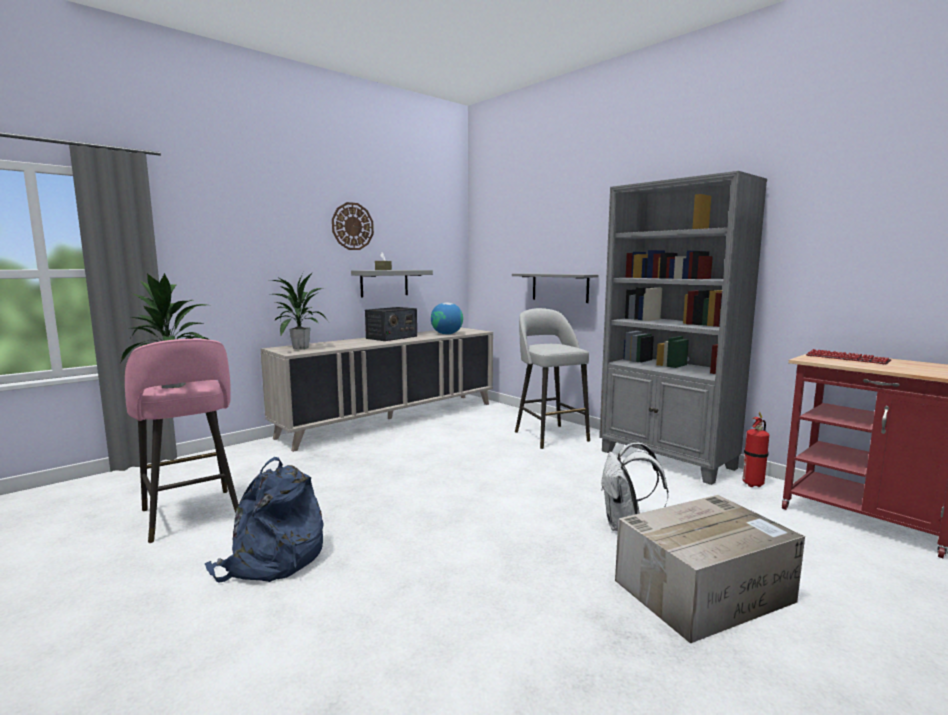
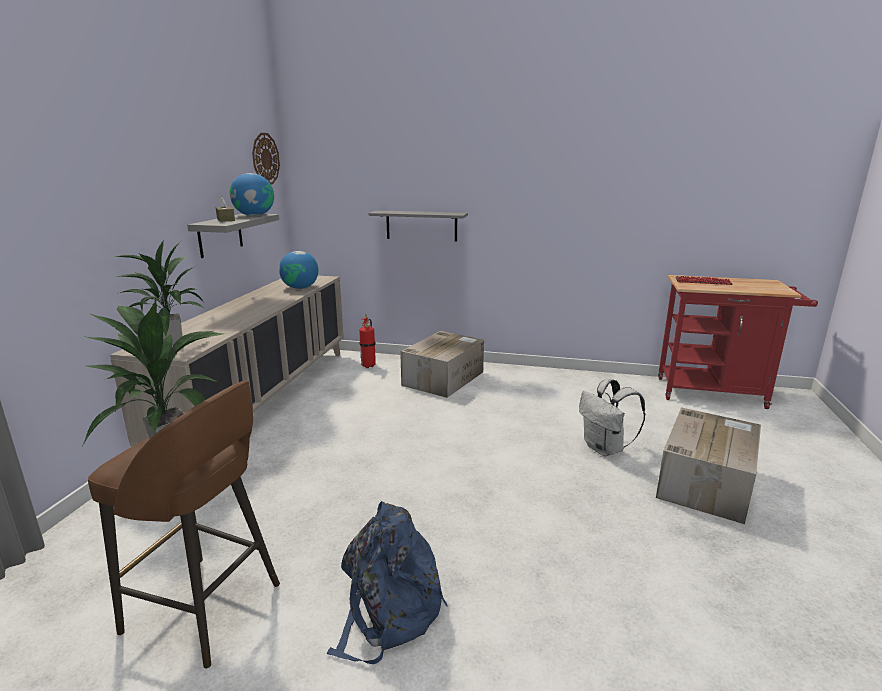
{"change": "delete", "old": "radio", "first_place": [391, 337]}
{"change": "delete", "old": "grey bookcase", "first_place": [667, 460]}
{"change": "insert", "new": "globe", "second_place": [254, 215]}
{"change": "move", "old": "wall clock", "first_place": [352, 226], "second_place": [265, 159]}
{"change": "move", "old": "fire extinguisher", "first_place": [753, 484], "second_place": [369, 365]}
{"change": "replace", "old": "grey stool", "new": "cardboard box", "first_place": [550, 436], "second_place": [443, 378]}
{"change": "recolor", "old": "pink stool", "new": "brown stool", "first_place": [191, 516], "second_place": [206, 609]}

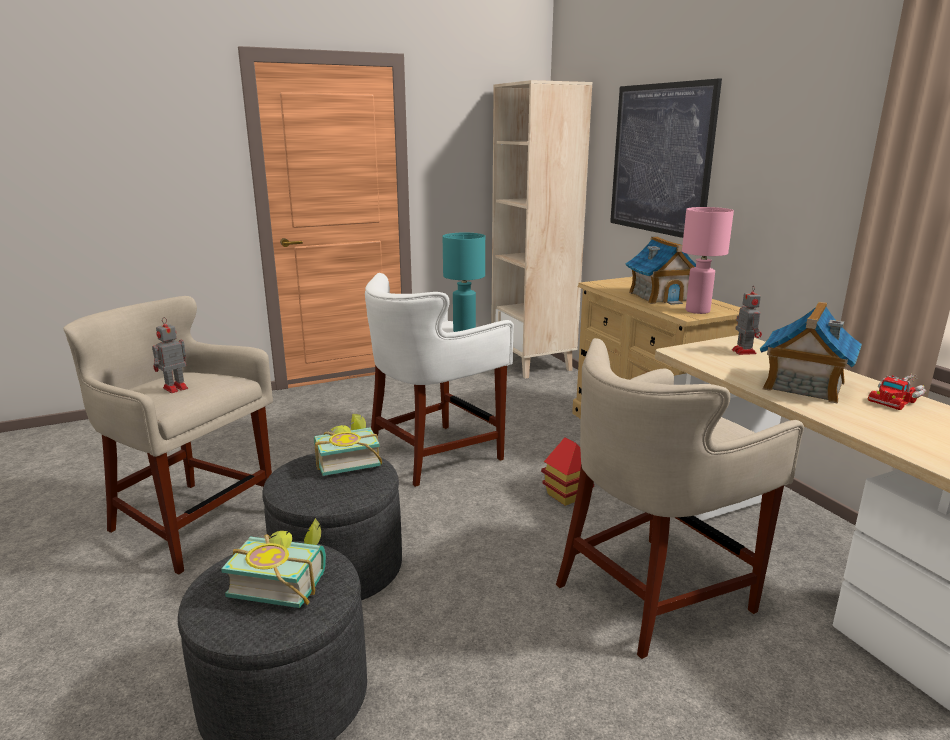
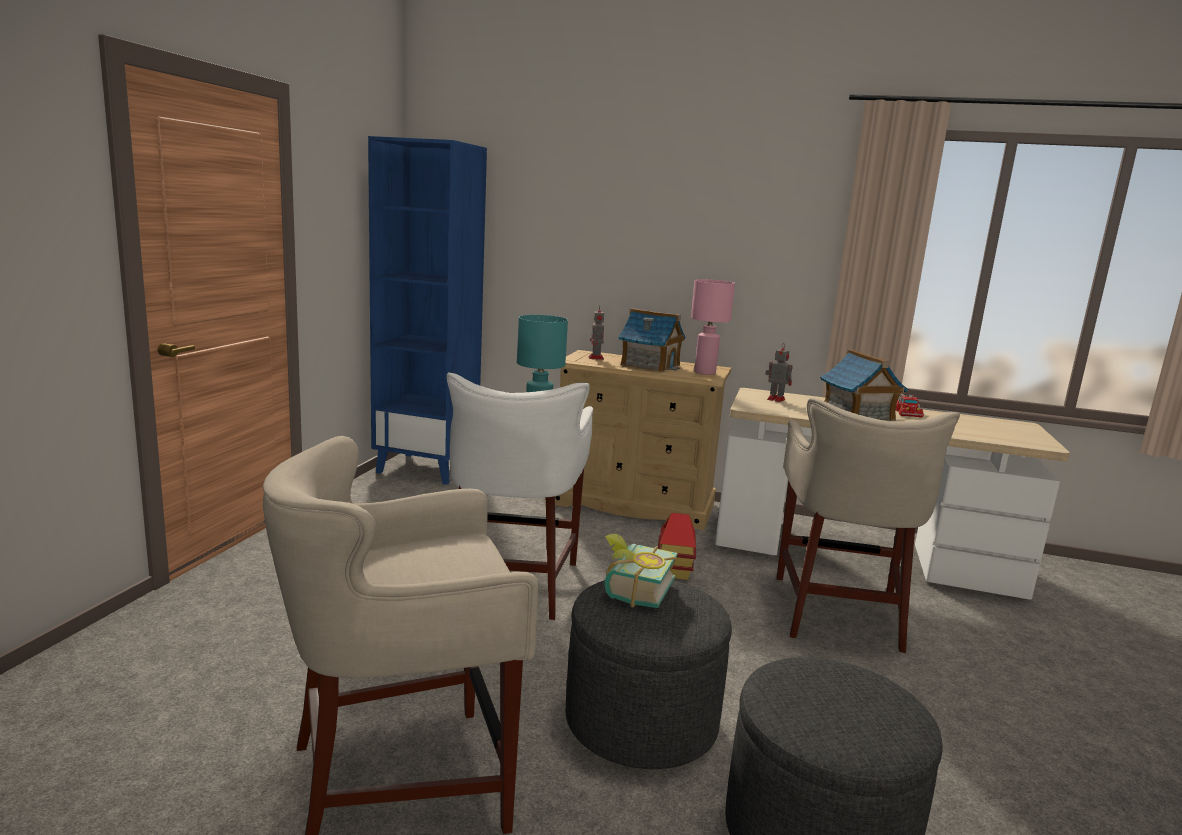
{"change": "delete", "old": "book", "first_place": [283, 581]}
{"change": "delete", "old": "picture", "first_place": [660, 159]}
{"change": "move", "old": "toy robot", "first_place": [174, 388], "second_place": [596, 358]}
{"change": "recolor", "old": "beige bookcase", "new": "blue bookcase", "first_place": [533, 364], "second_place": [427, 468]}

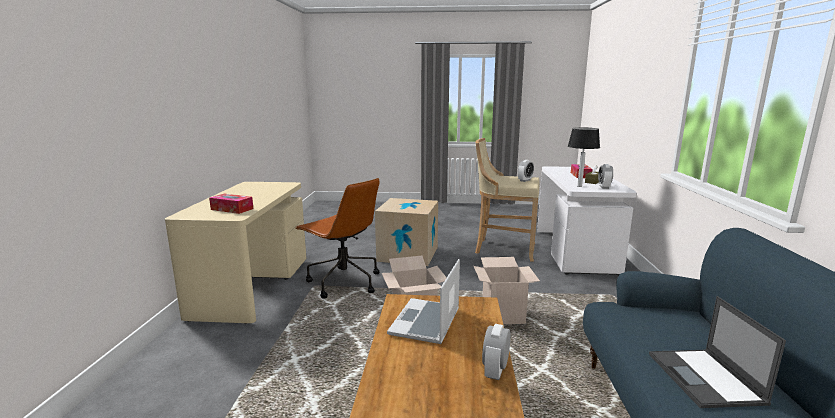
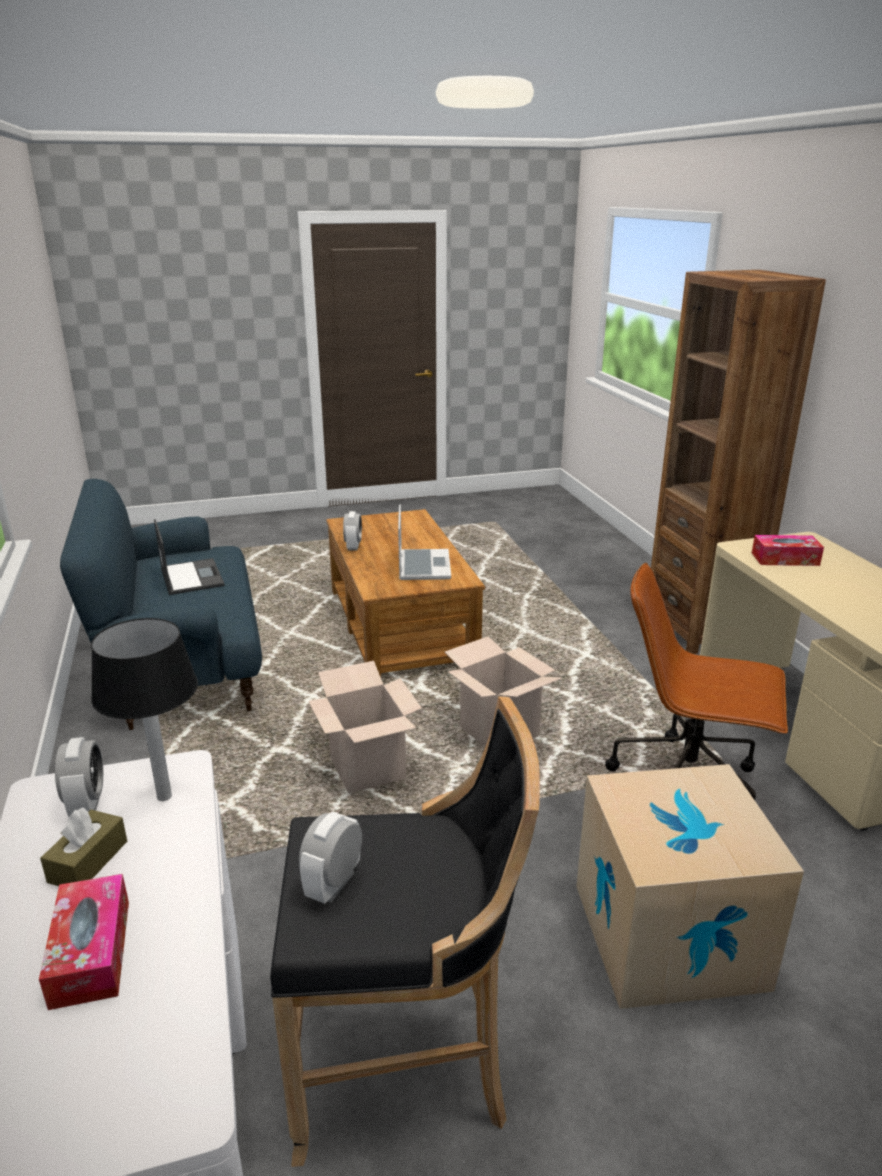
{"change": "insert", "new": "brown bookcase", "second_place": [700, 628]}
{"change": "recolor", "old": "beige stool", "new": "black stool", "first_place": [503, 249], "second_place": [406, 1064]}

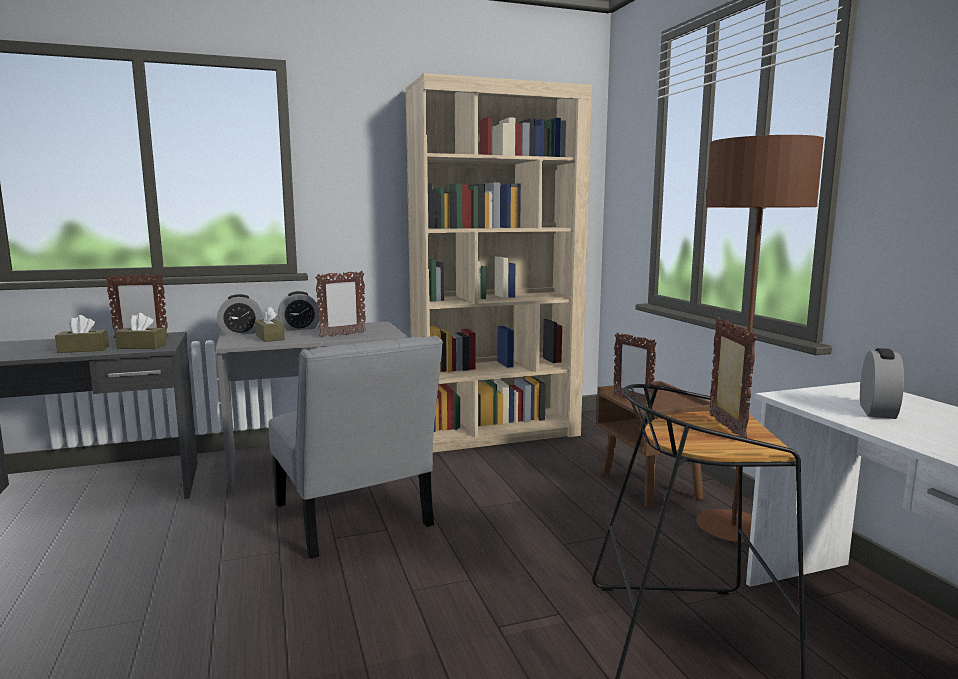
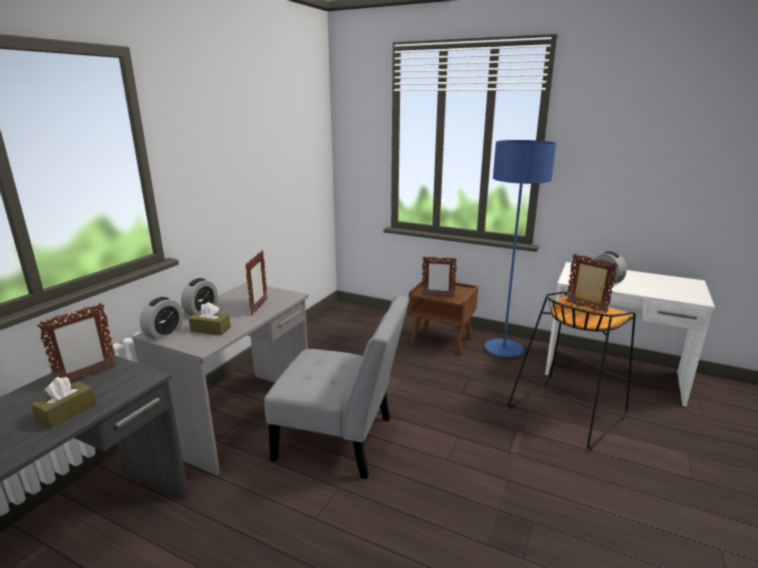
{"change": "delete", "old": "brown tissue box", "first_place": [142, 346]}
{"change": "delete", "old": "beige bookcase", "first_place": [496, 433]}
{"change": "recolor", "old": "brown floor lamp", "new": "blue floor lamp", "first_place": [733, 529], "second_place": [503, 349]}

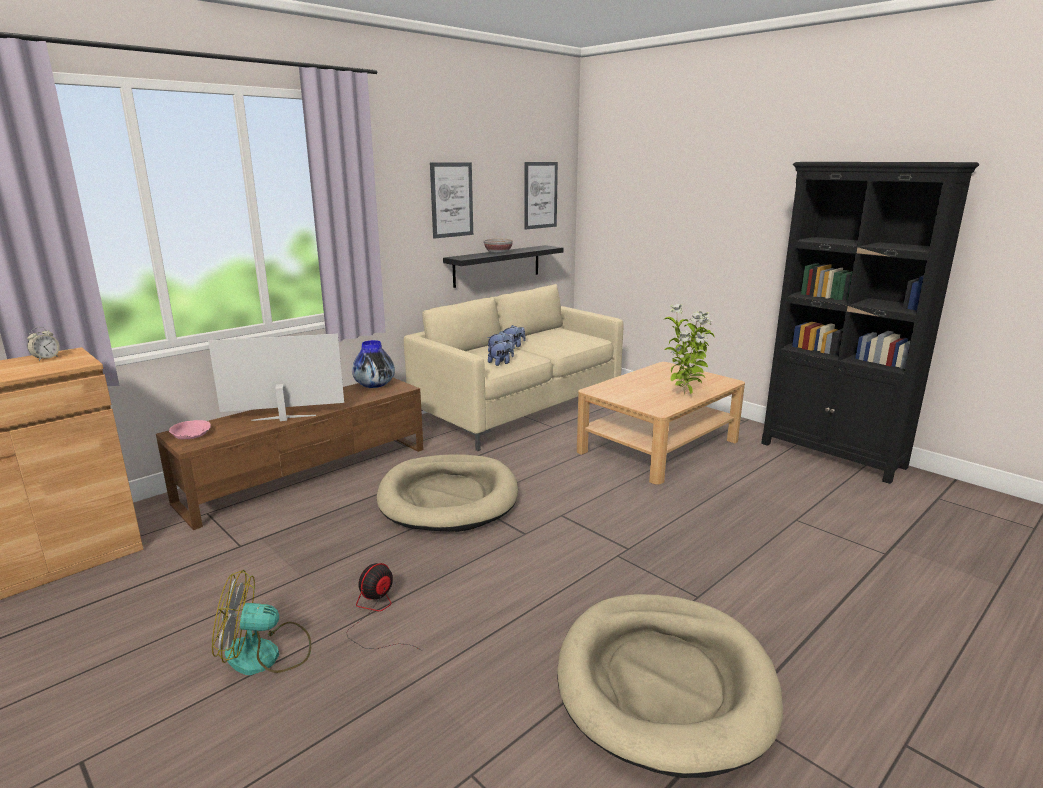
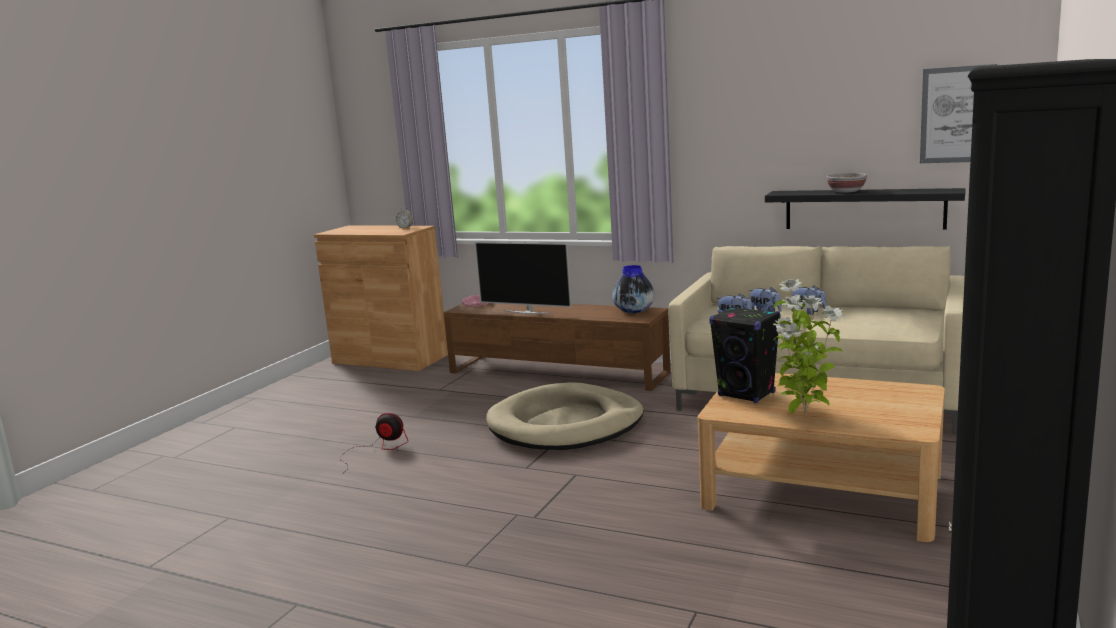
{"change": "delete", "old": "fan", "first_place": [266, 655]}
{"change": "delete", "old": "picture", "first_place": [451, 200]}
{"change": "delete", "old": "beige dog bed", "first_place": [664, 683]}
{"change": "insert", "new": "black speaker", "second_place": [747, 394]}
{"change": "rotate", "old": "television", "first_place": [283, 418], "second_place": [527, 312], "degrees": 150}

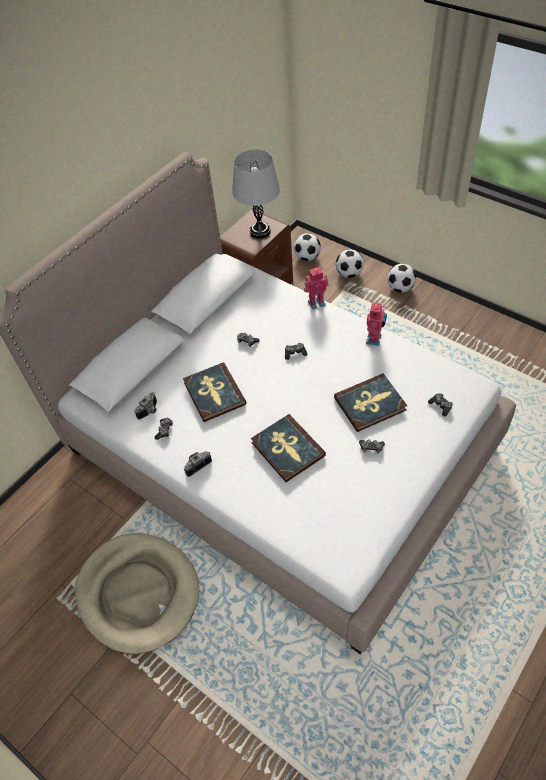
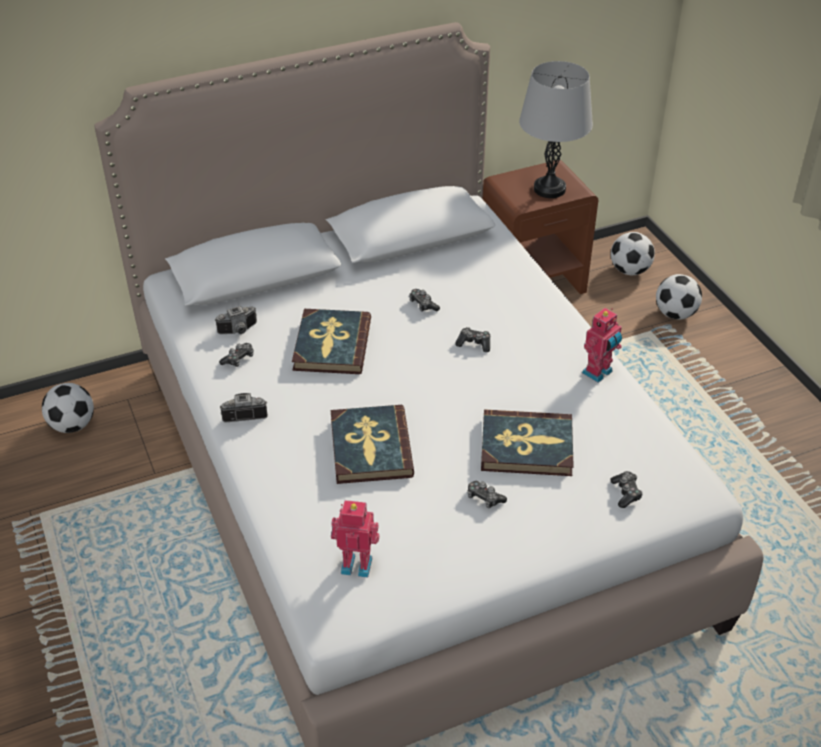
{"change": "delete", "old": "beige dog bed", "first_place": [138, 593]}
{"change": "move", "old": "toy robot", "first_place": [316, 302], "second_place": [357, 563]}
{"change": "move", "old": "football", "first_place": [400, 288], "second_place": [72, 425]}

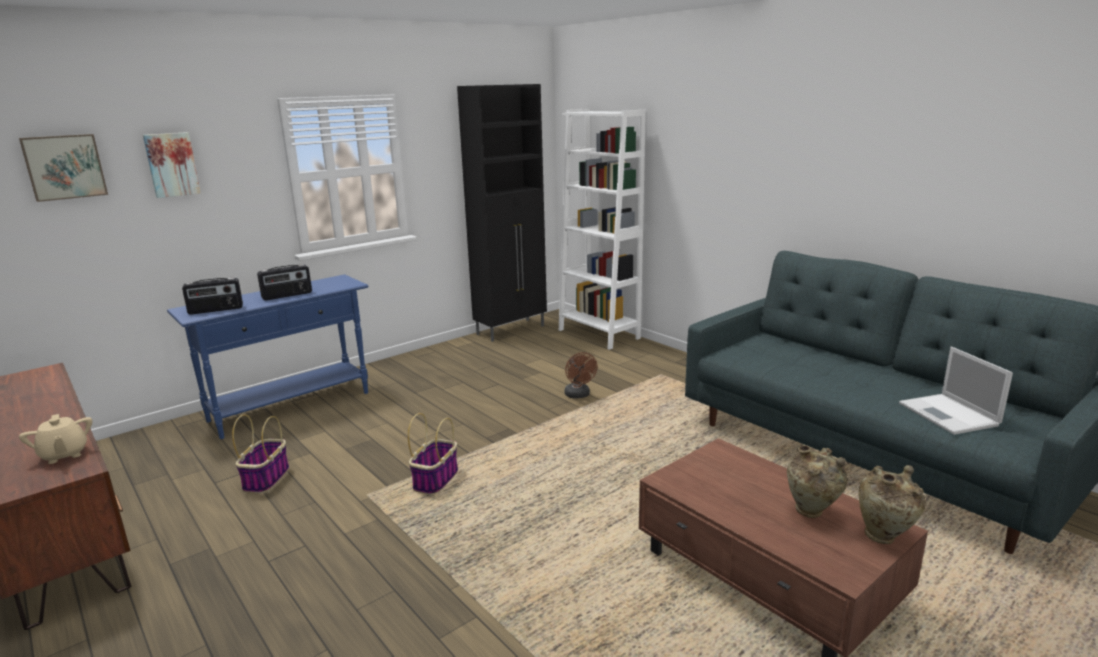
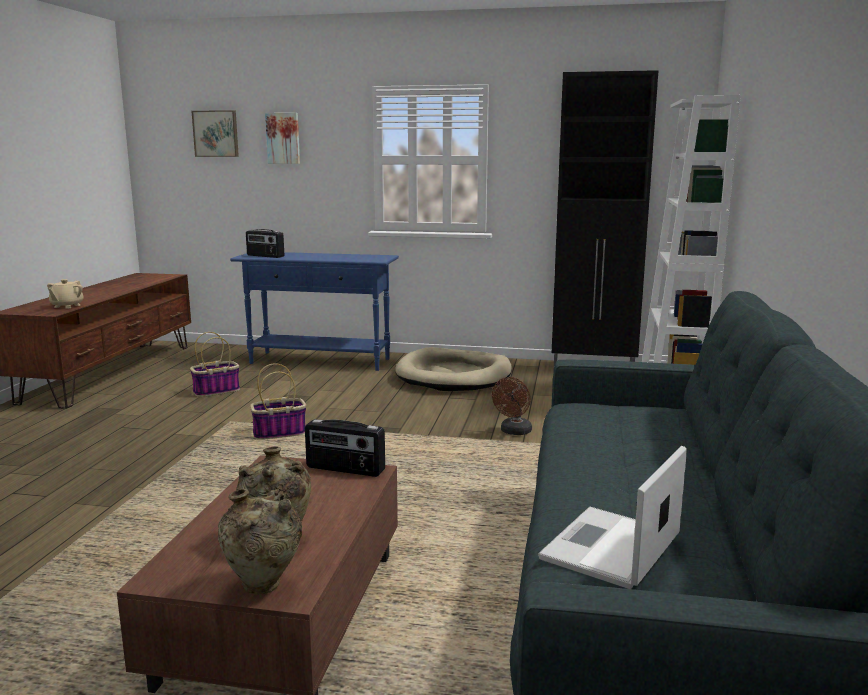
{"change": "insert", "new": "beige dog bed", "second_place": [454, 375]}
{"change": "move", "old": "radio", "first_place": [287, 295], "second_place": [345, 469]}

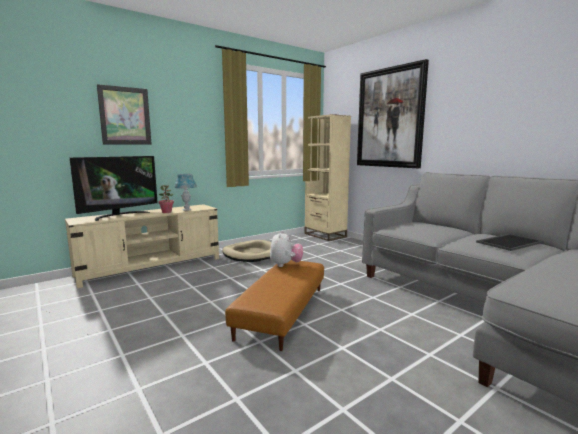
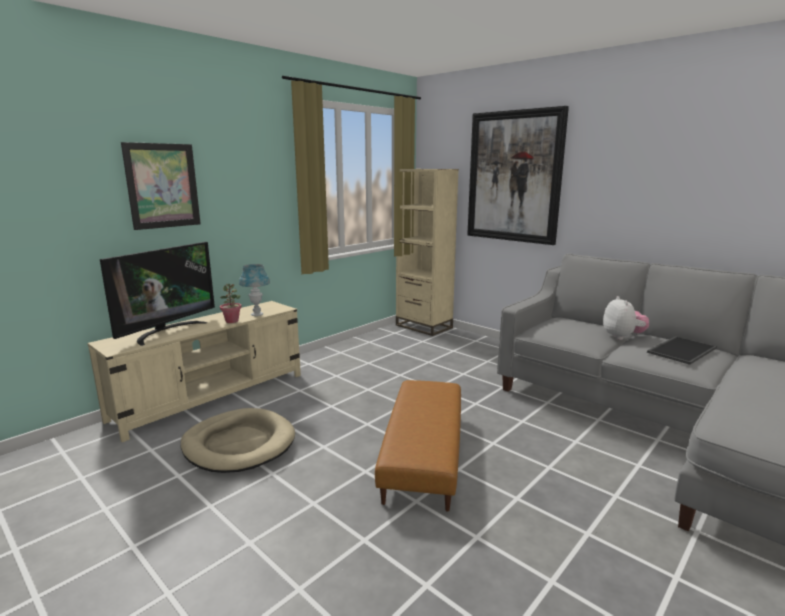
{"change": "move", "old": "beige dog bed", "first_place": [251, 254], "second_place": [239, 444]}
{"change": "move", "old": "plush toy", "first_place": [285, 265], "second_place": [622, 337]}

